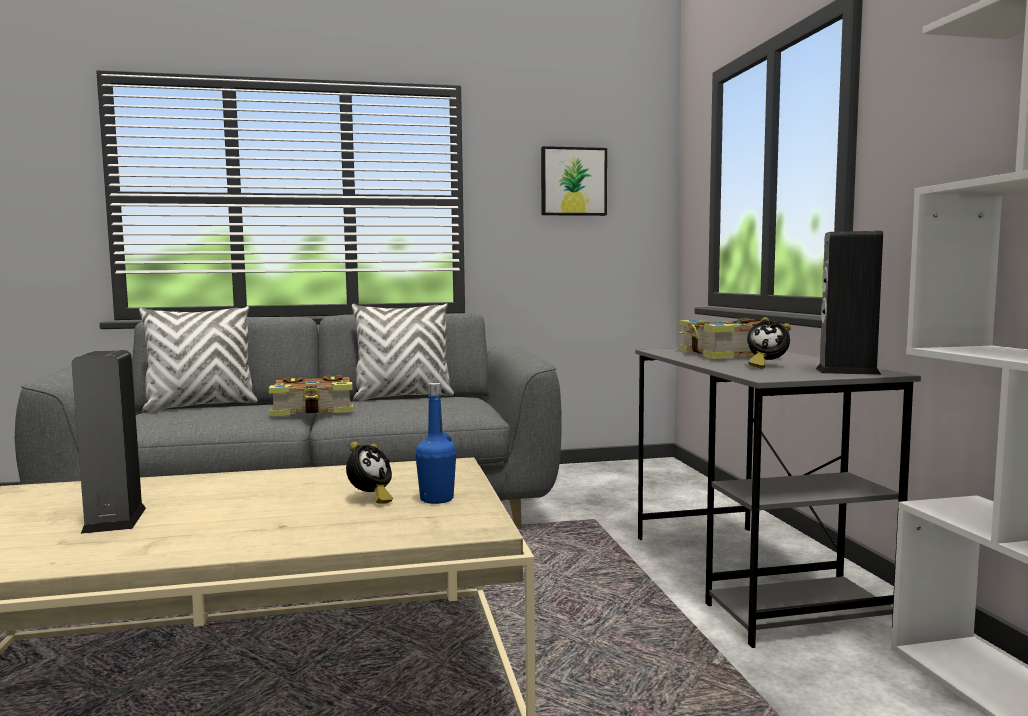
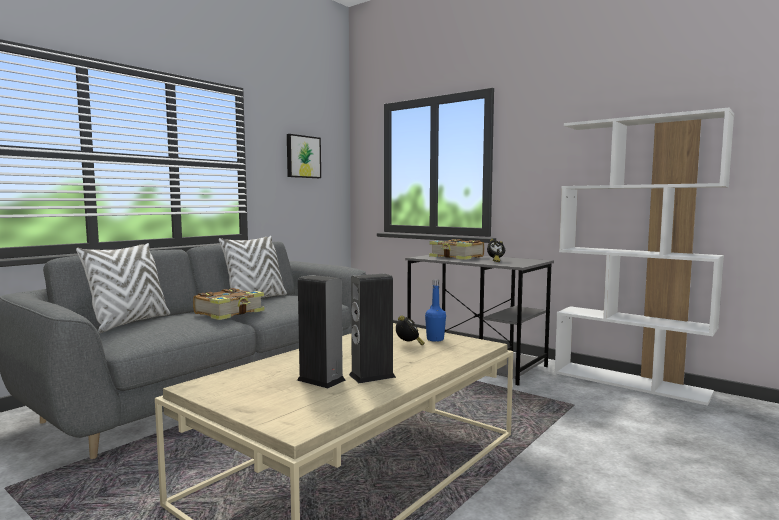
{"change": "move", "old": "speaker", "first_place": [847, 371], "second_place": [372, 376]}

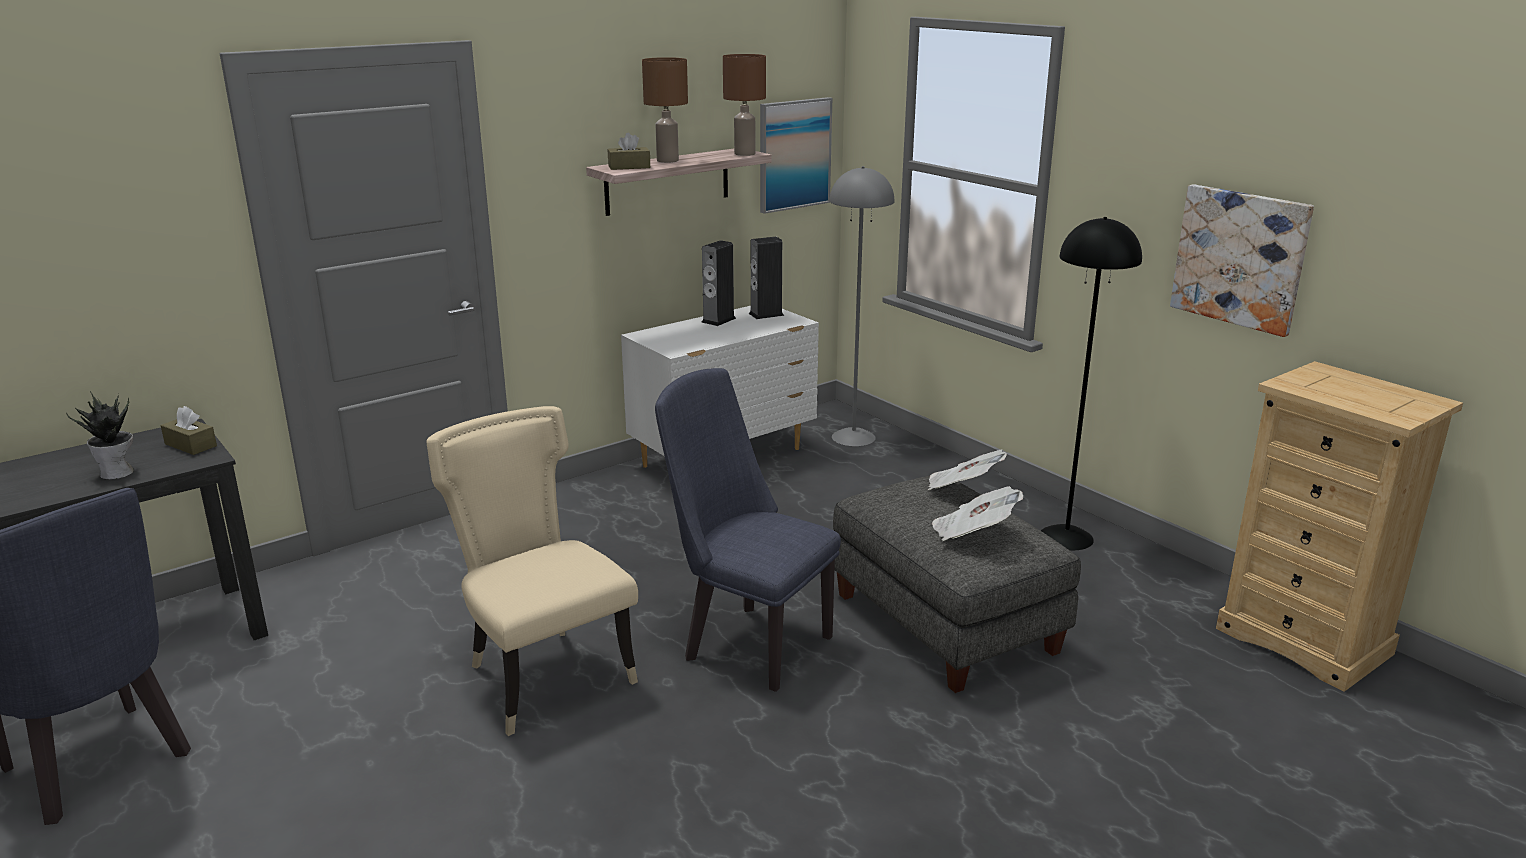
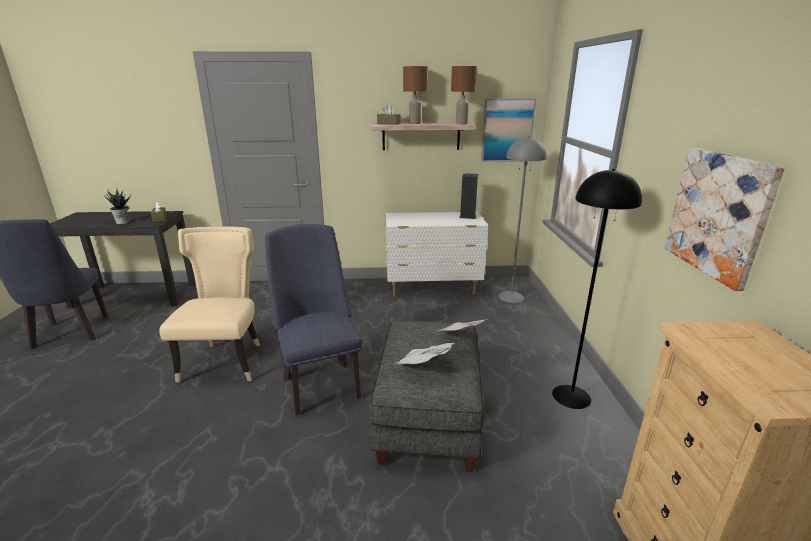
{"change": "delete", "old": "speaker", "first_place": [718, 320]}

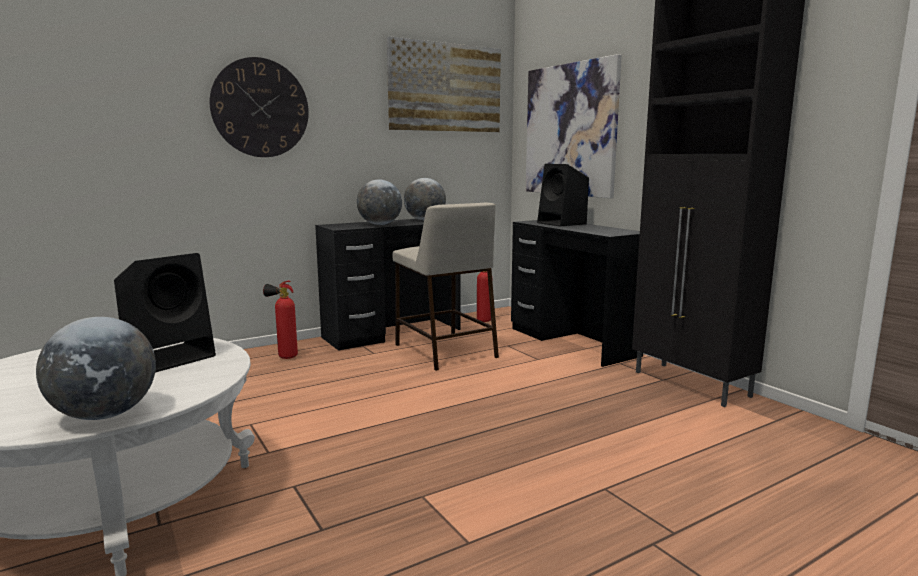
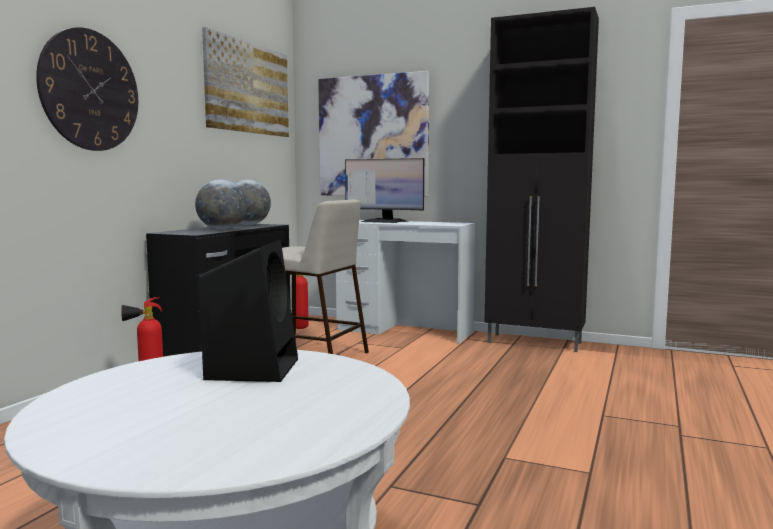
{"change": "delete", "old": "globe", "first_place": [105, 415]}
{"change": "replace", "old": "black speaker", "new": "monitor", "first_place": [562, 223], "second_place": [384, 221]}
{"change": "recolor", "old": "black desk", "new": "white desk", "first_place": [572, 342], "second_place": [405, 331]}

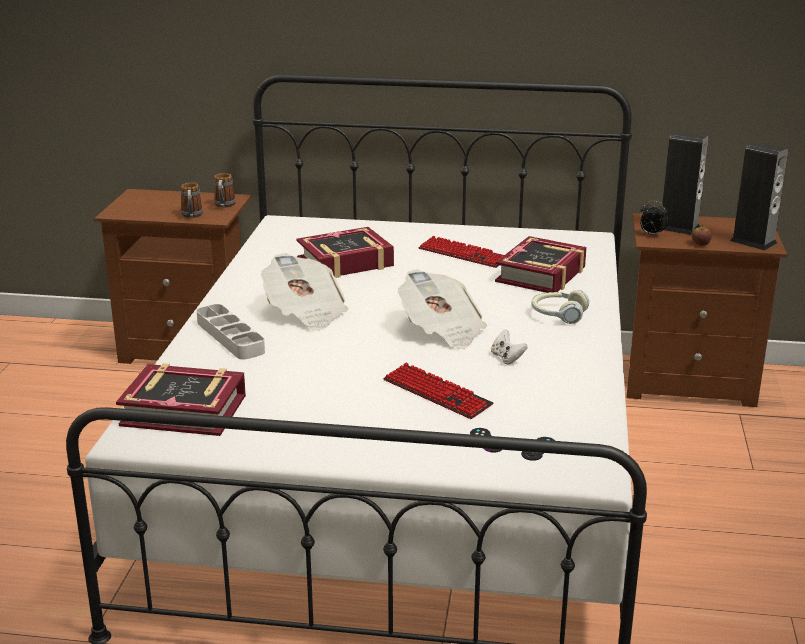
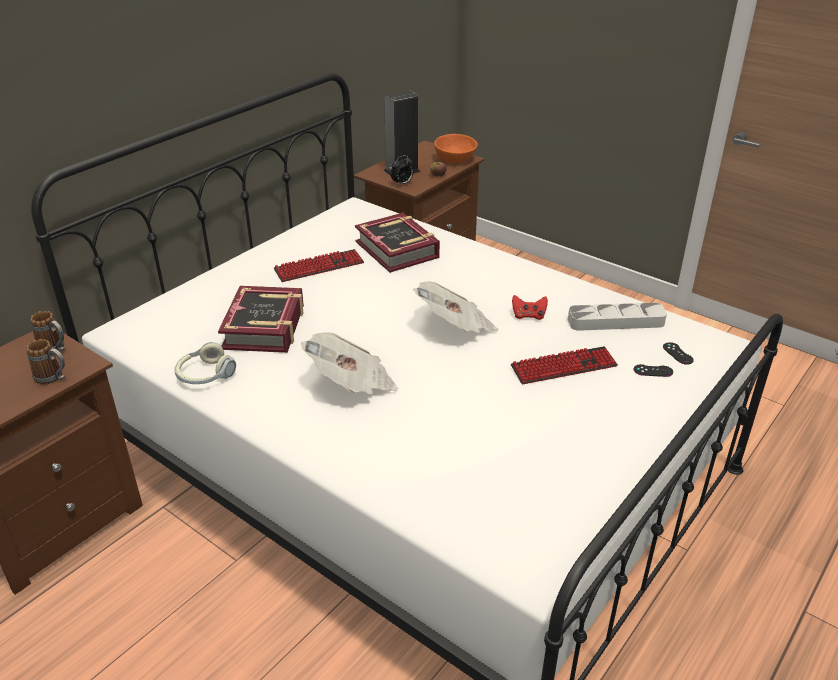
{"change": "delete", "old": "book", "first_place": [184, 410]}
{"change": "move", "old": "grey tray", "first_place": [230, 337], "second_place": [615, 321]}
{"change": "move", "old": "headphones", "first_place": [558, 315], "second_place": [205, 375]}
{"change": "replace", "old": "speaker", "new": "orange bowl", "first_place": [753, 242], "second_place": [454, 159]}
{"change": "recolor", "old": "white game controller", "new": "red game controller", "first_place": [507, 358], "second_place": [528, 316]}

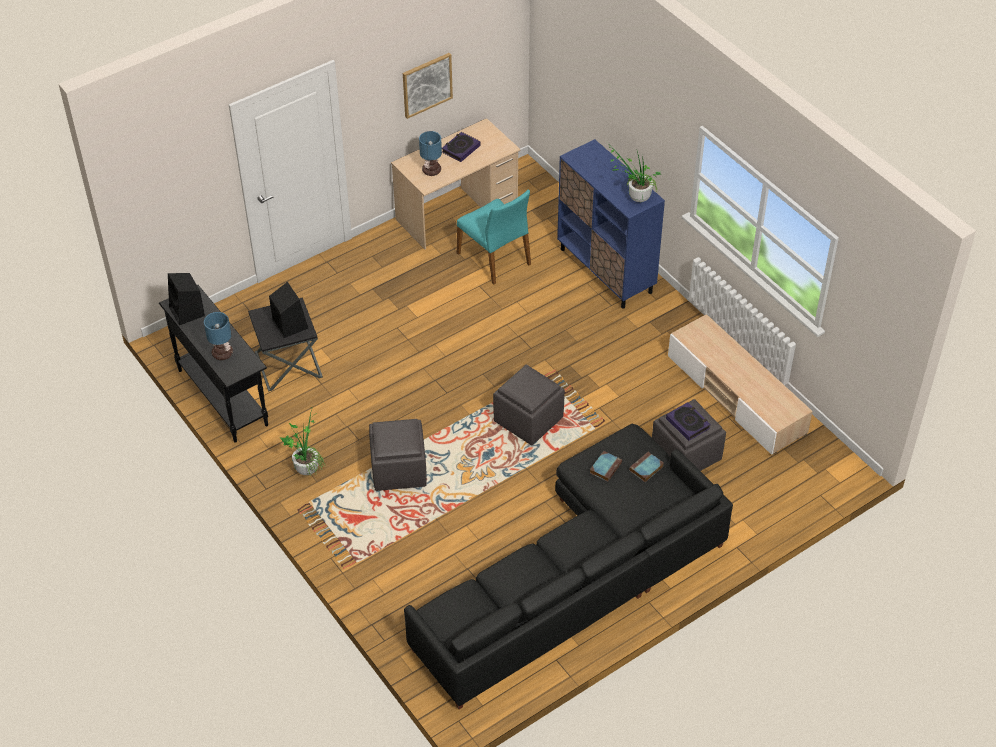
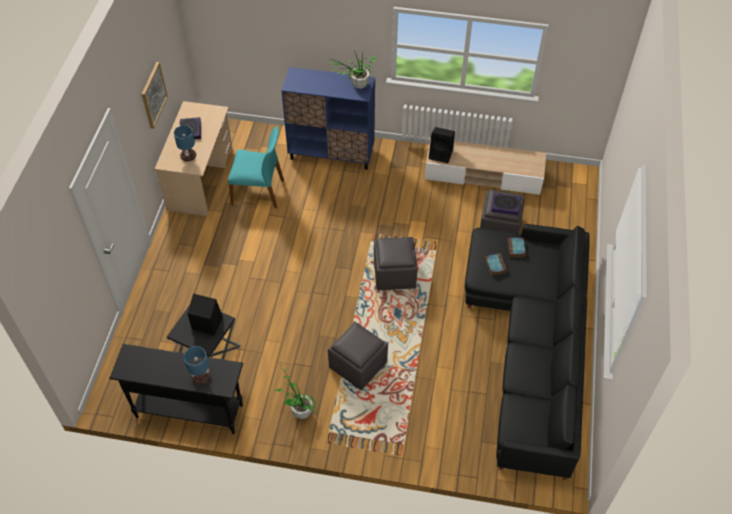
{"change": "move", "old": "black speaker", "first_place": [187, 312], "second_place": [441, 154]}

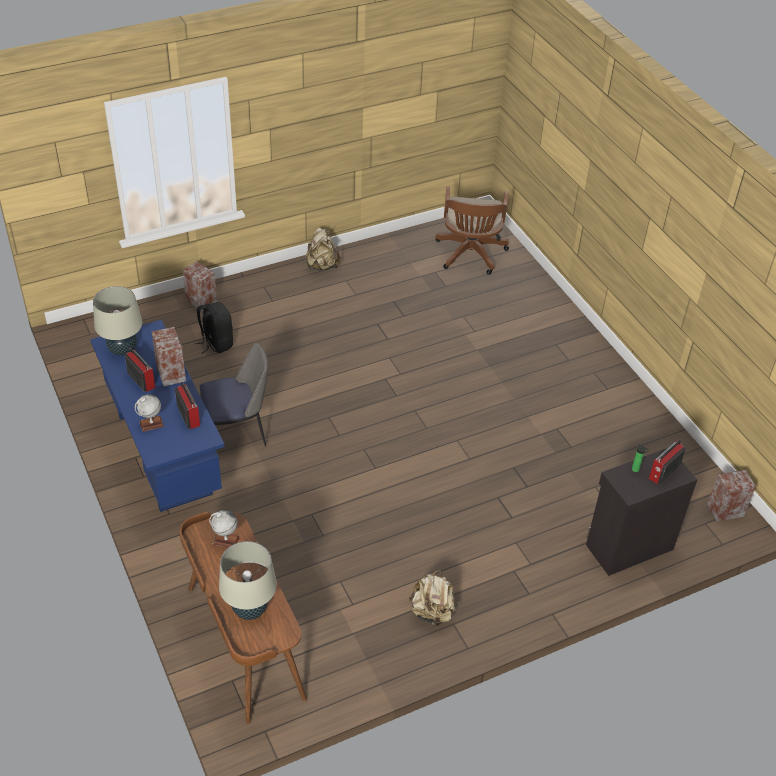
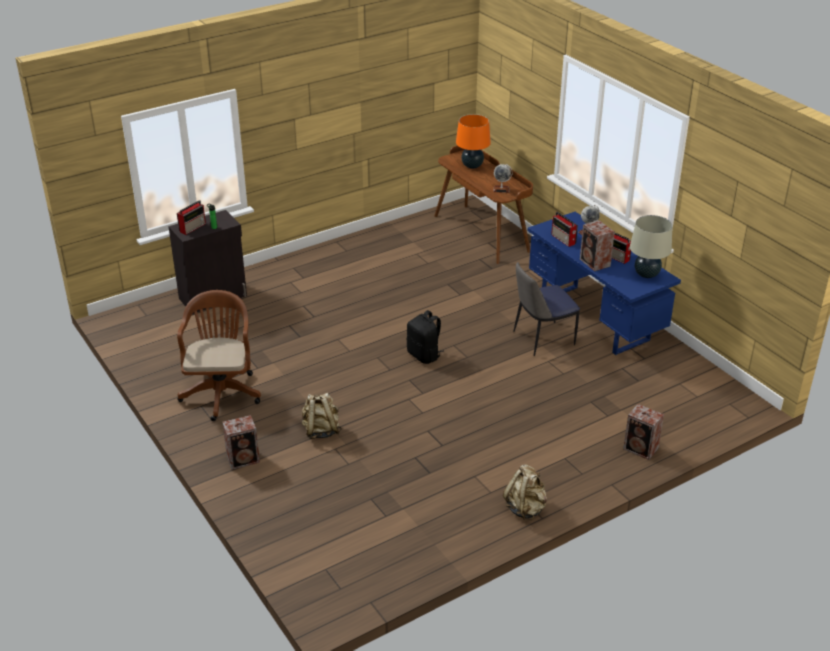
{"change": "move", "old": "black backpack", "first_place": [216, 343], "second_place": [424, 355]}
{"change": "move", "old": "beige backpack", "first_place": [432, 612], "second_place": [321, 430]}
{"change": "move", "old": "brown office chair", "first_place": [470, 255], "second_place": [222, 391]}
{"change": "move", "old": "speaker", "first_place": [724, 510], "second_place": [244, 459]}
{"change": "recolor", "old": "beige table lamp", "new": "orange table lamp", "first_place": [250, 610], "second_place": [472, 166]}

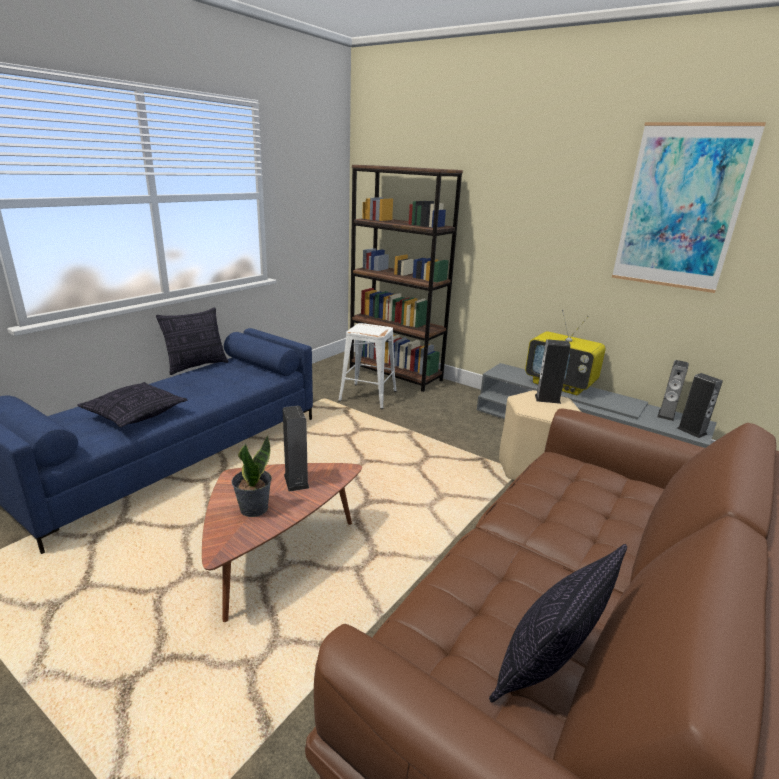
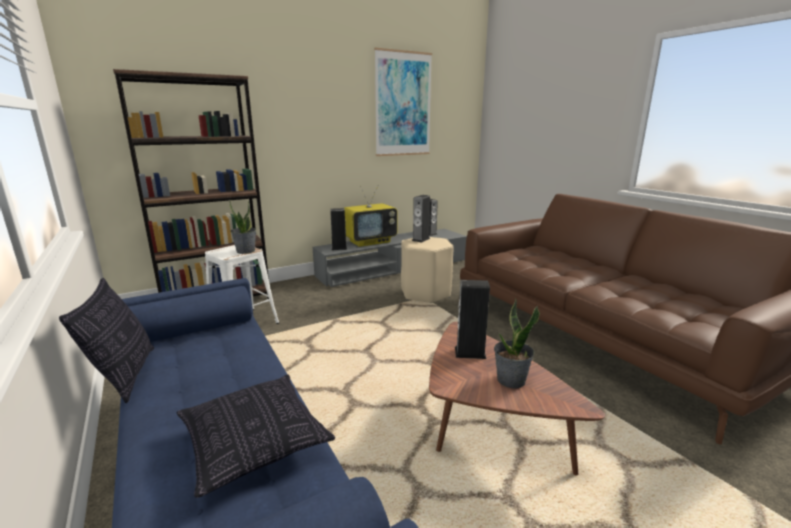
{"change": "delete", "old": "pillow", "first_place": [545, 669]}
{"change": "insert", "new": "potted plant", "second_place": [245, 251]}
{"change": "move", "old": "speaker", "first_place": [691, 431], "second_place": [339, 248]}

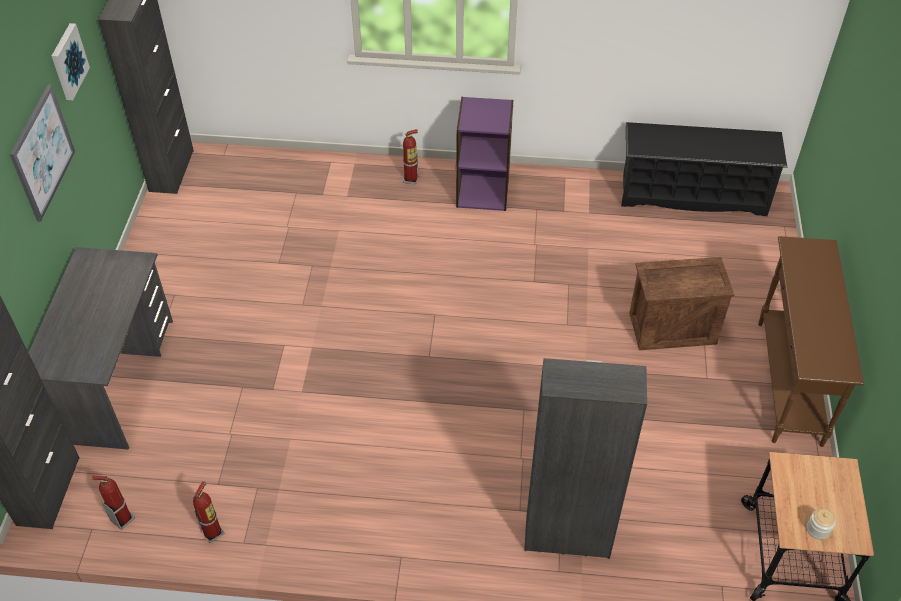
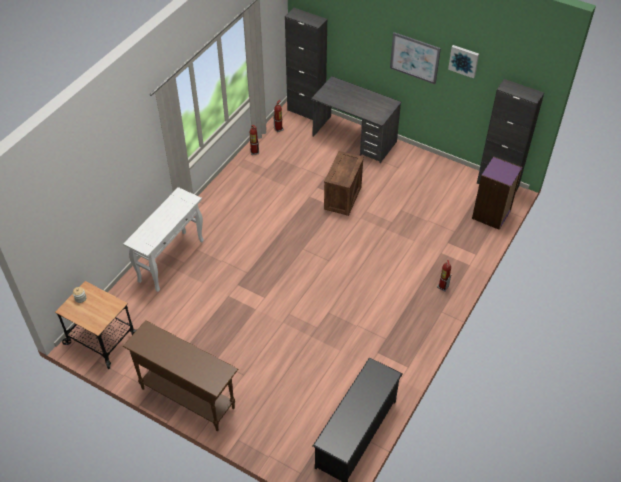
{"change": "move", "old": "purple bookcase", "first_place": [483, 191], "second_place": [491, 214]}
{"change": "move", "old": "crate", "first_place": [673, 327], "second_place": [343, 198]}
{"change": "replace", "old": "black cabinet", "new": "white console table", "first_place": [567, 537], "second_place": [171, 260]}

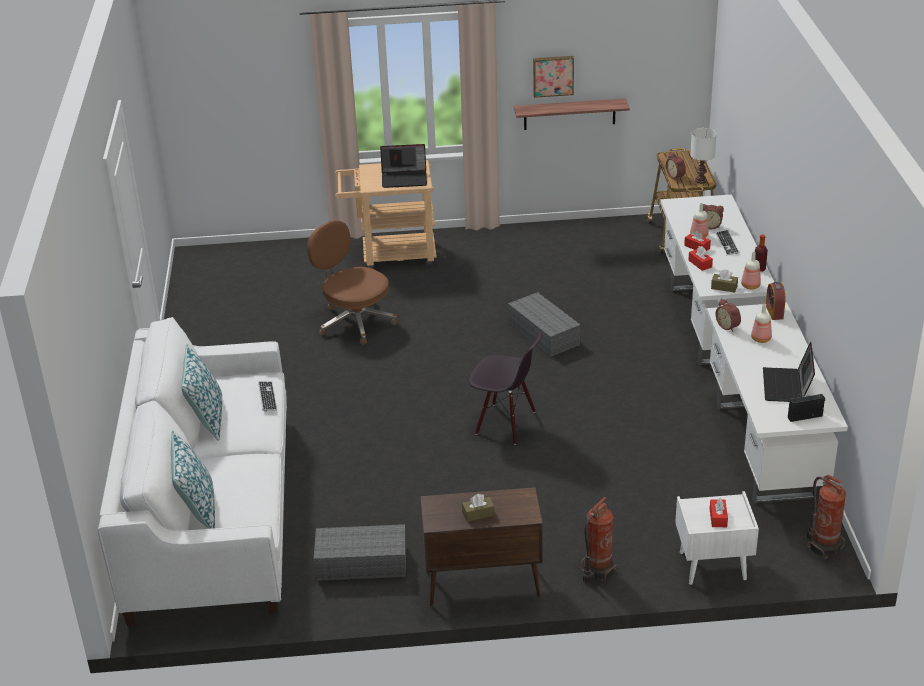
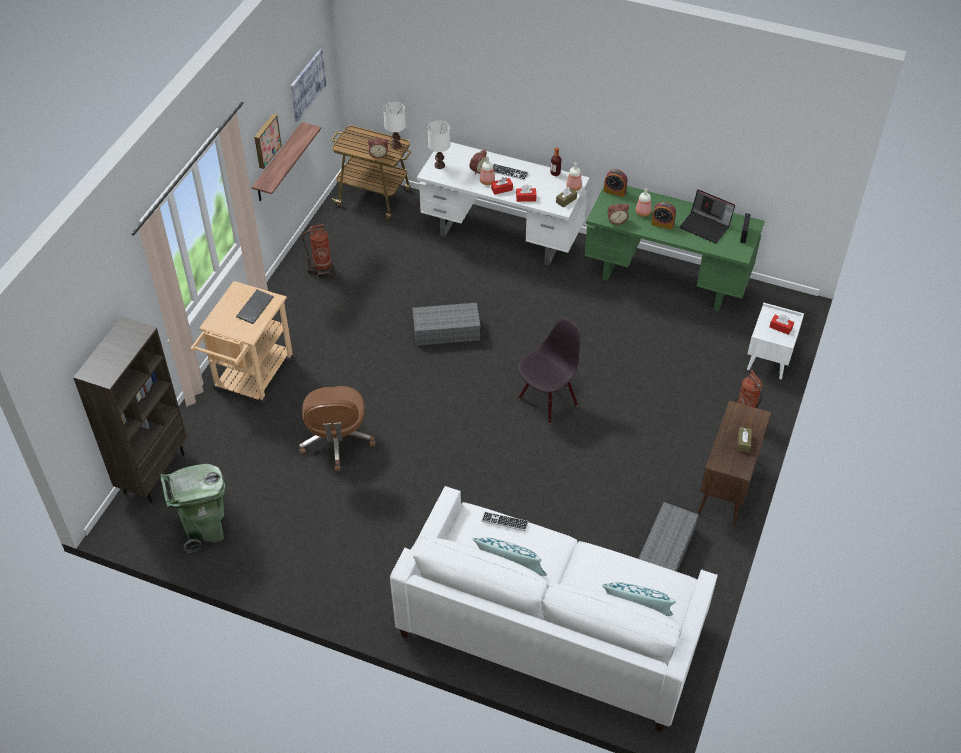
{"change": "insert", "new": "brown bookcase", "second_place": [154, 472]}
{"change": "insert", "new": "green trash can", "second_place": [204, 530]}
{"change": "insert", "new": "picture", "second_place": [307, 84]}
{"change": "insert", "new": "white table lamp", "second_place": [440, 165]}
{"change": "insert", "new": "alarm clock", "second_place": [662, 224]}
{"change": "move", "old": "fire extinguisher", "first_place": [823, 546], "second_place": [322, 270]}
{"change": "replace", "old": "laptop", "new": "keyboard", "first_place": [405, 178], "second_place": [254, 307]}
{"change": "recolor", "old": "white desk", "new": "green desk", "first_place": [765, 450], "second_place": [666, 280]}
{"change": "rotate", "old": "brown office chair", "first_place": [355, 322], "second_place": [337, 441], "degrees": -75}

